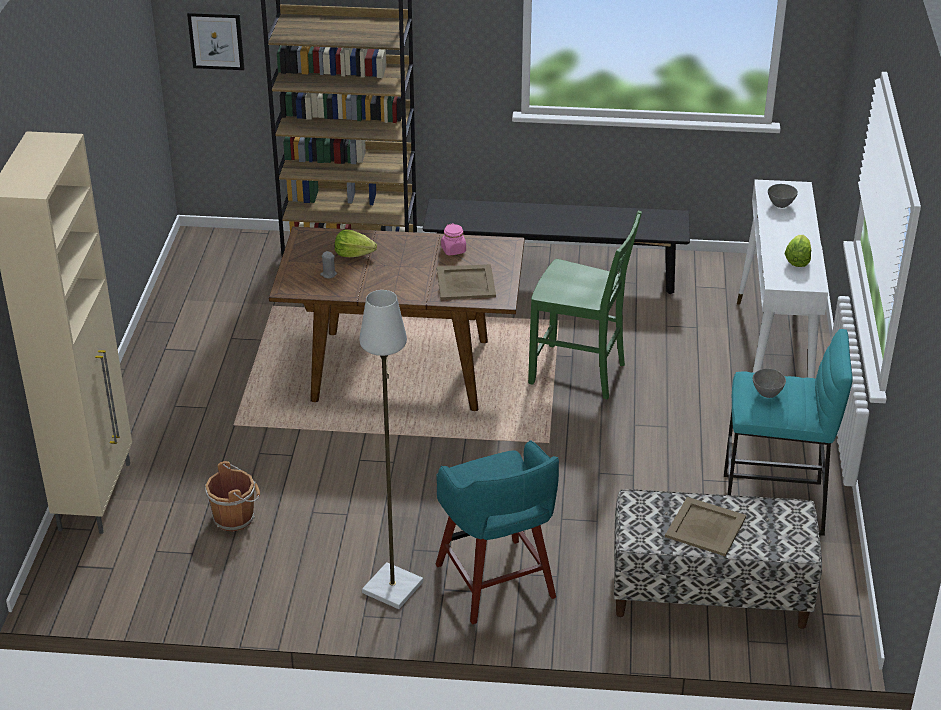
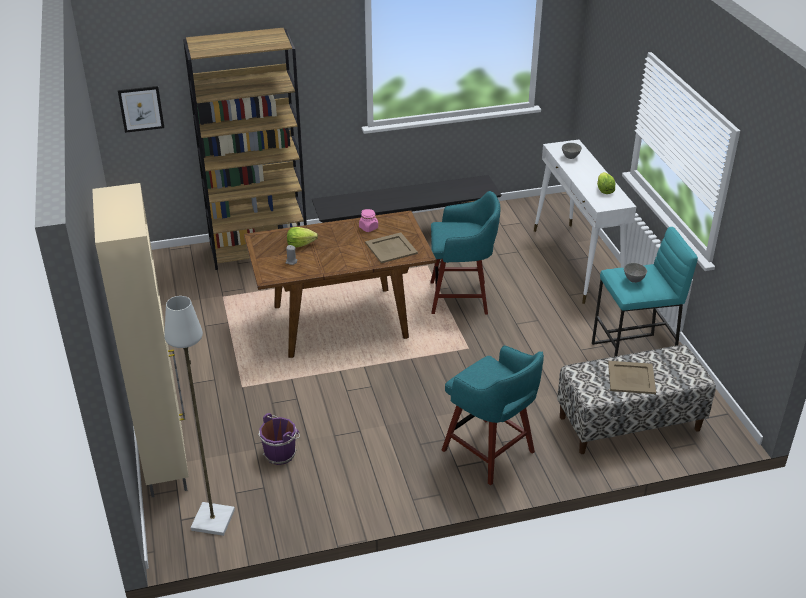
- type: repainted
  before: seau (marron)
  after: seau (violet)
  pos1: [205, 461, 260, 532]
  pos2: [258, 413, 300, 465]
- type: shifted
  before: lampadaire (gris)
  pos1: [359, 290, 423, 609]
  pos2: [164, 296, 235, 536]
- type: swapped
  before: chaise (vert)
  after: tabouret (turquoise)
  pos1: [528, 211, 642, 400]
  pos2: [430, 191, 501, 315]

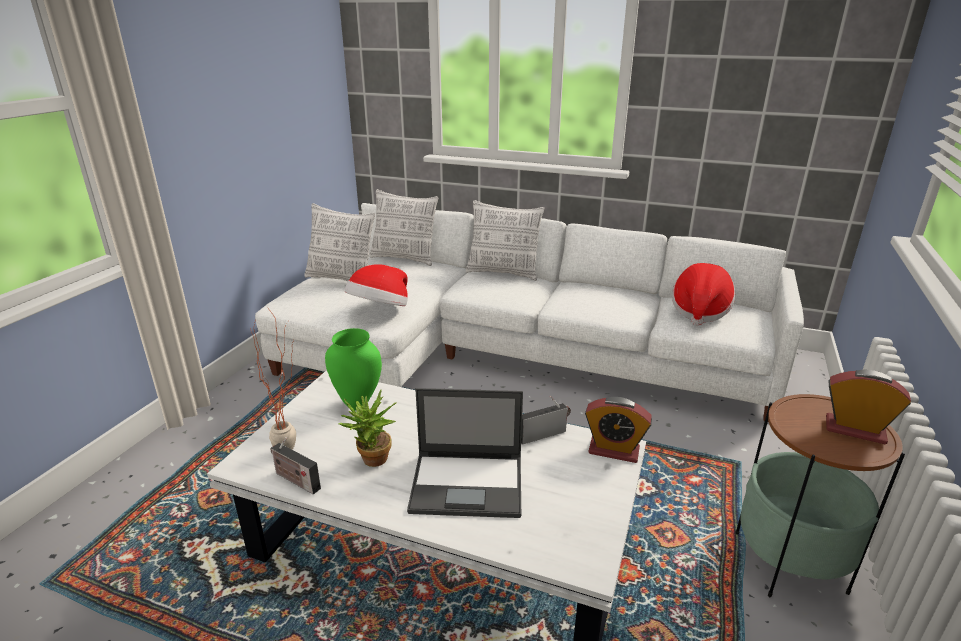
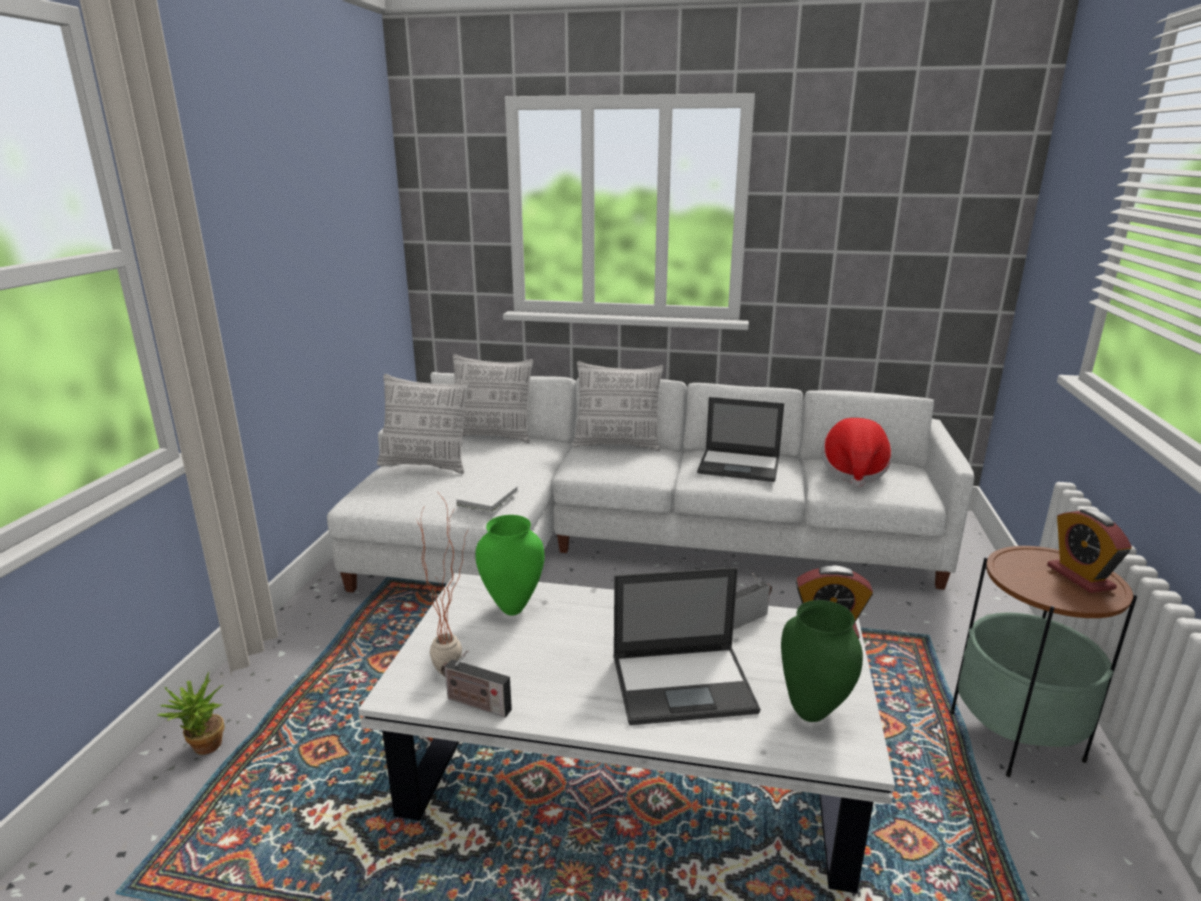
- type: shifted
  before: plante en pot
  pos1: [339, 390, 396, 467]
  pos2: [157, 672, 224, 755]
- type: swapped
  before: chapeau
  after: livre (blanc)
  pos1: [345, 264, 408, 306]
  pos2: [456, 479, 519, 513]
- type: rotated
  before: réveil
  pos1: [826, 370, 911, 444]
  pos2: [1047, 509, 1132, 593]
  turn: -120
- type: new
  after: ordinateur portable
  pos2: [697, 397, 784, 482]
- type: new
  after: vase (vert)
  pos2: [781, 600, 863, 722]

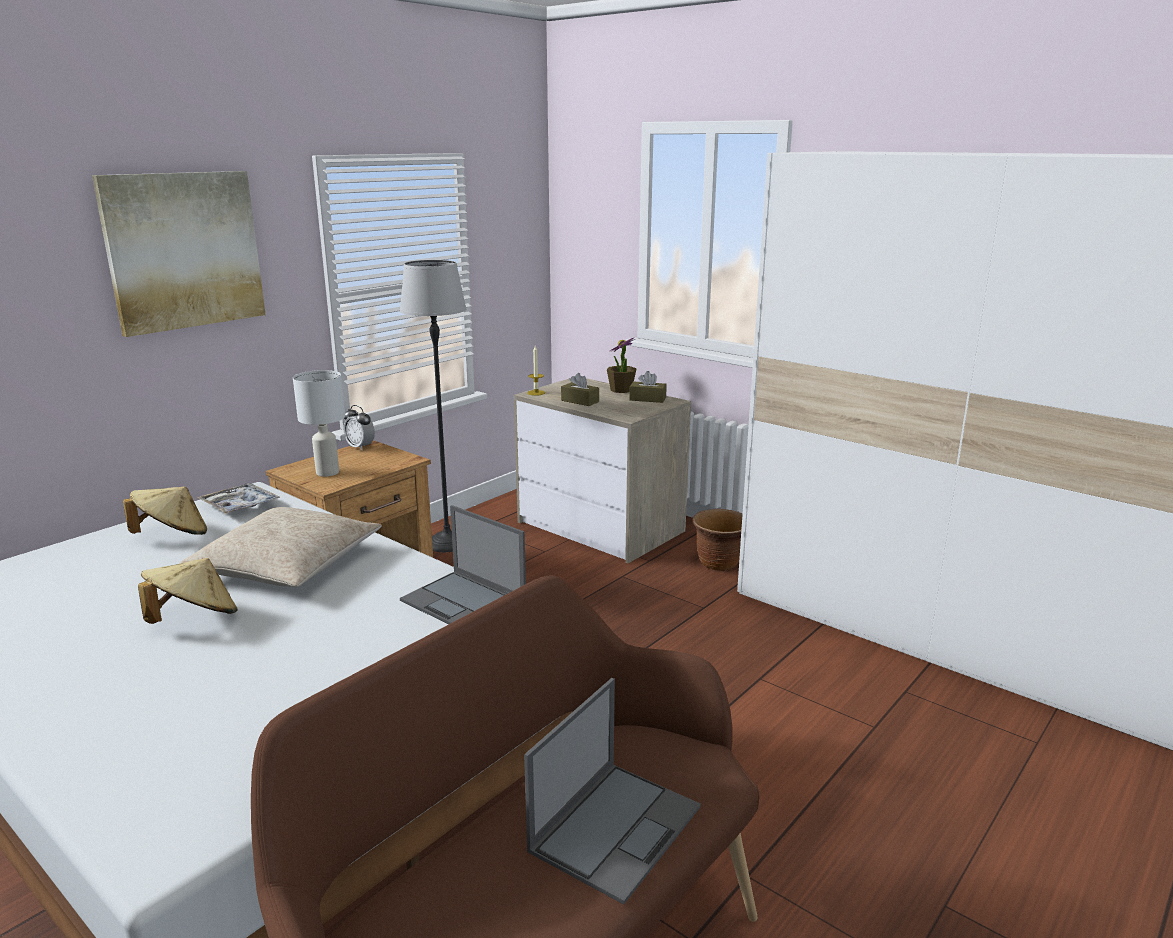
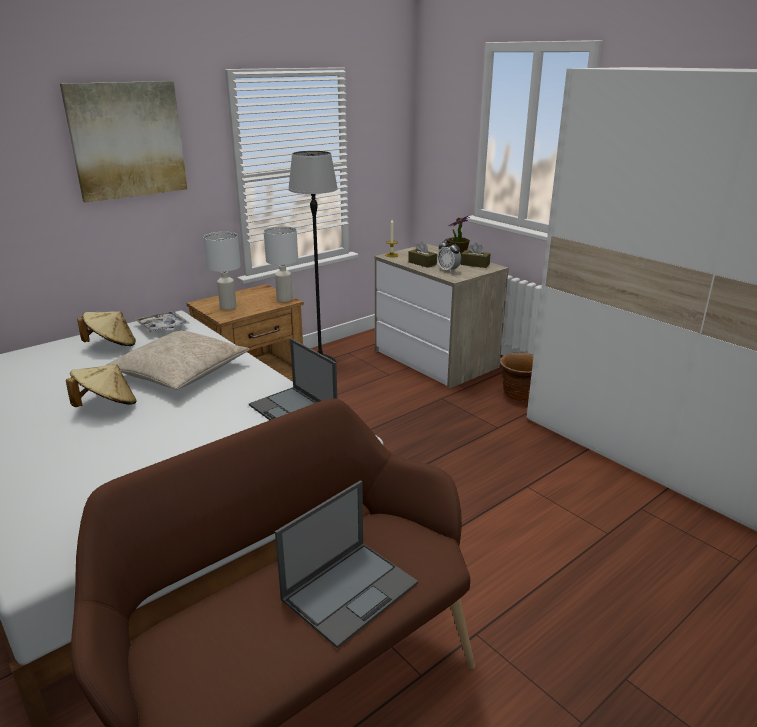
- type: shifted
  before: réveil
  pos1: [343, 405, 375, 451]
  pos2: [437, 238, 461, 273]
- type: new
  after: lampe de table (blanc)
  pos2: [264, 226, 298, 302]

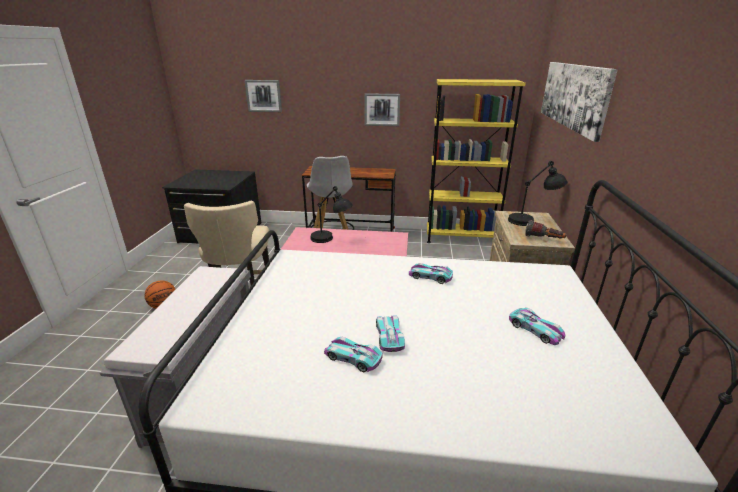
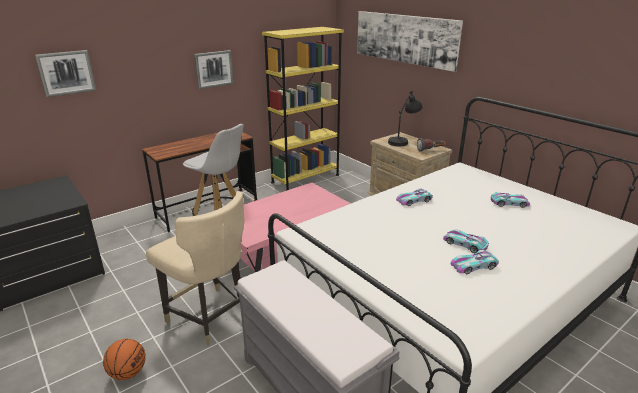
- type: gone
  before: lampe de table (noir)
  pos1: [310, 186, 353, 243]

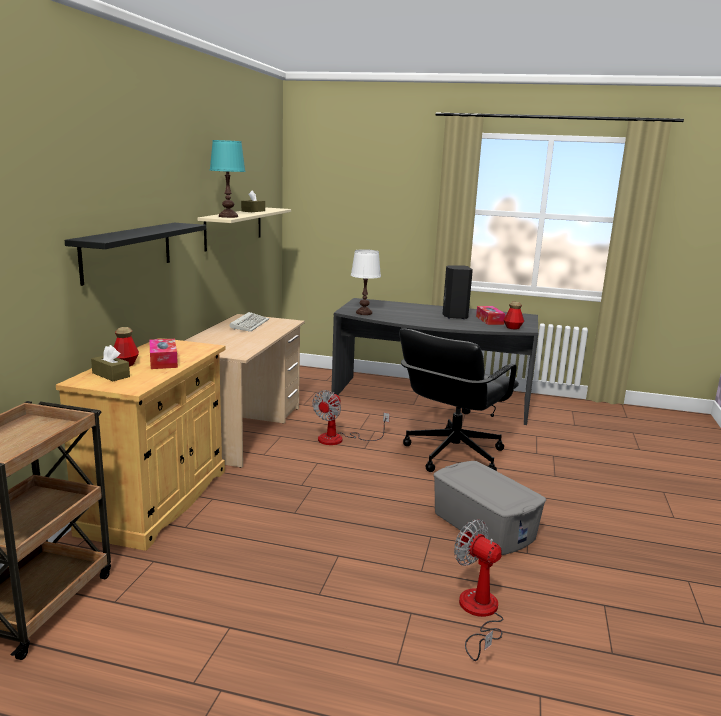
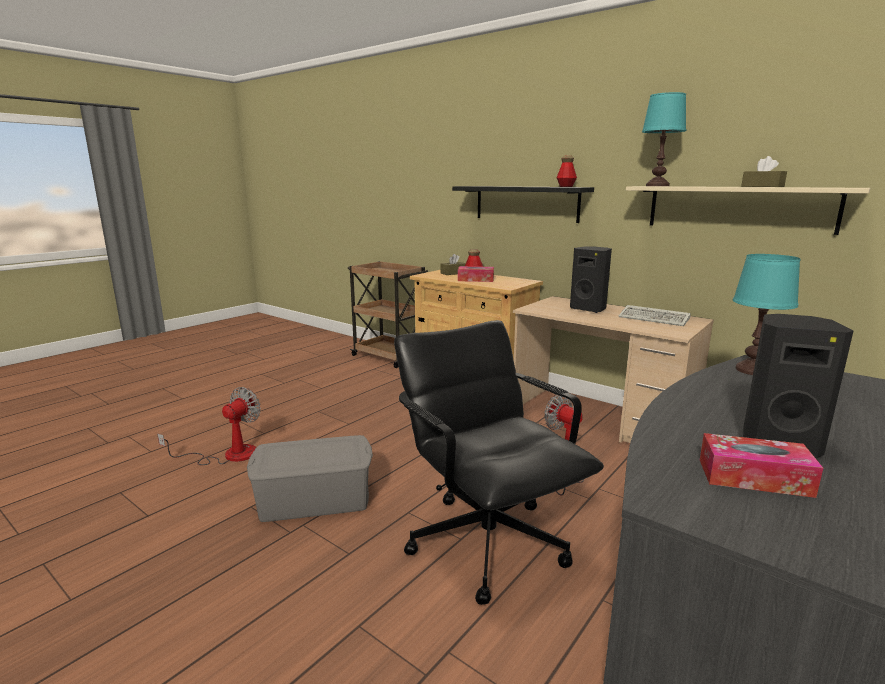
- type: repainted
  before: lampe de table (blanc)
  after: lampe de table (turquoise)
  pos1: [351, 249, 381, 315]
  pos2: [733, 254, 800, 375]
- type: rotated
  before: ventilateur
  pos1: [454, 519, 503, 661]
  pos2: [157, 387, 261, 465]
  turn: -45
- type: shifted
  before: bouteille
  pos1: [504, 302, 524, 329]
  pos2: [557, 156, 577, 187]
- type: new
  after: enceinte (noir)
  pos2: [570, 246, 612, 313]

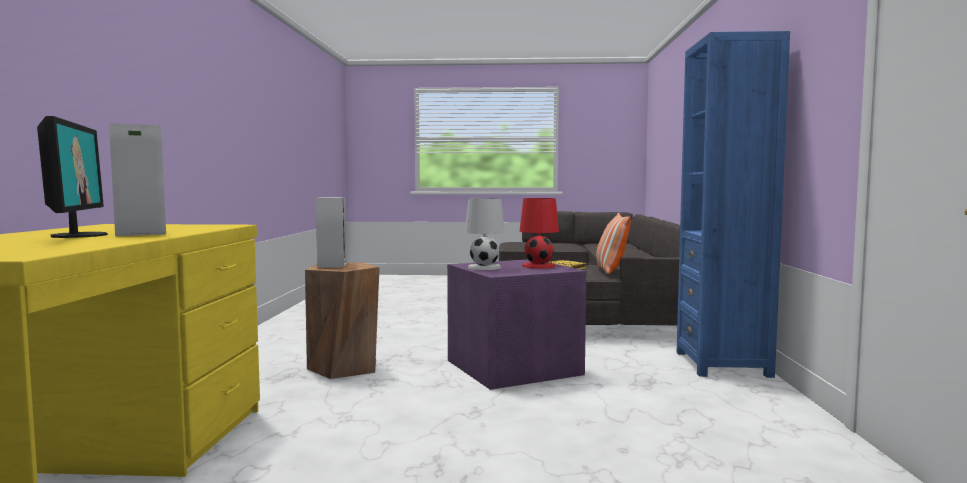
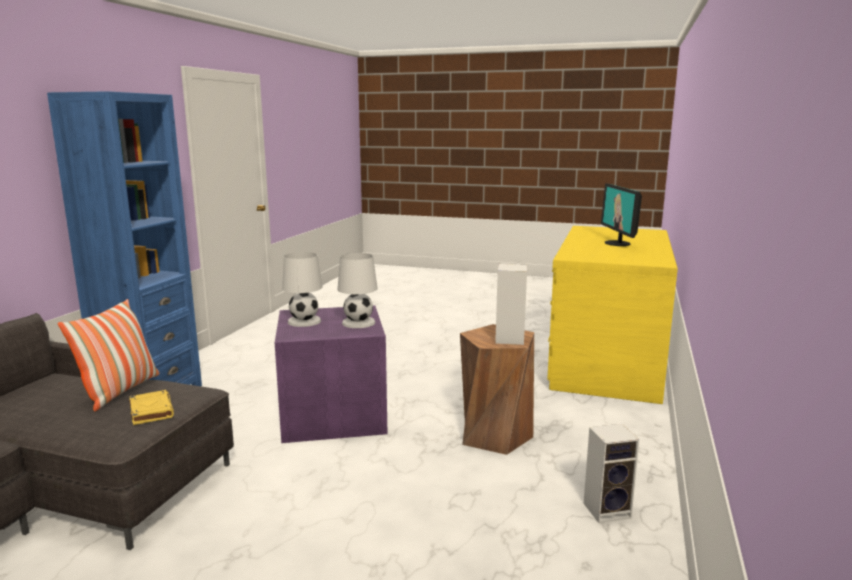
- type: shifted
  before: enceinte
  pos1: [109, 123, 166, 236]
  pos2: [584, 424, 639, 523]
- type: repainted
  before: lampe de table (rouge)
  after: lampe de table (blanc)
  pos1: [520, 198, 559, 269]
  pos2: [282, 252, 322, 327]

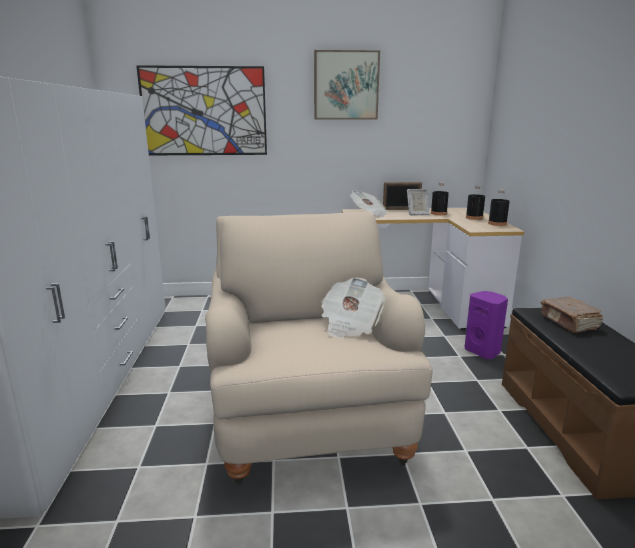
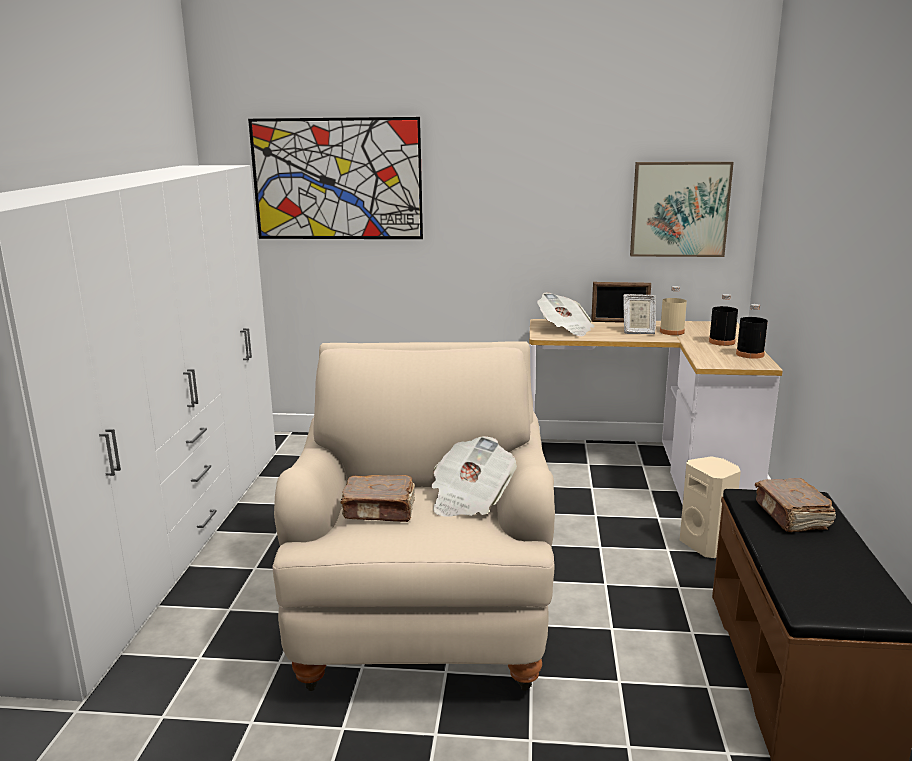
- type: shifted
  before: tableau
  pos1: [314, 50, 380, 119]
  pos2: [630, 162, 734, 257]
- type: repainted
  before: bouteille (noir)
  after: bouteille (beige)
  pos1: [431, 183, 449, 215]
  pos2: [660, 286, 687, 335]
- type: repainted
  before: enceinte (violet)
  after: enceinte (beige)
  pos1: [465, 291, 508, 359]
  pos2: [680, 456, 741, 558]
- type: new
  after: livre (marron)
  pos2: [340, 475, 416, 522]

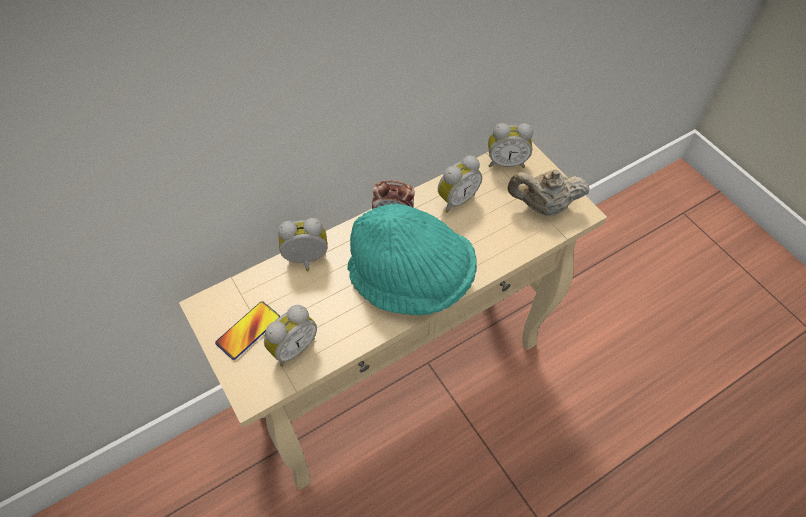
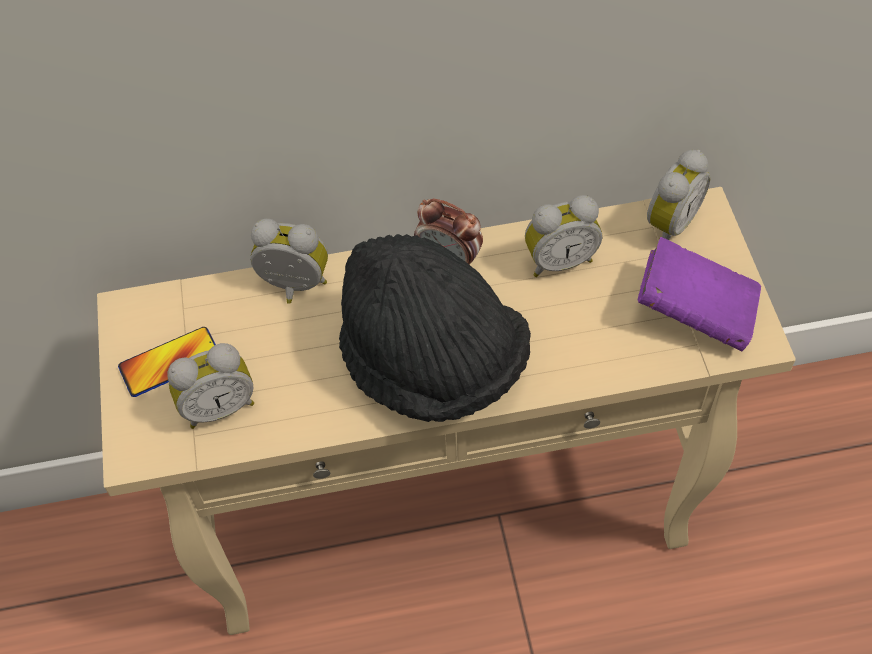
- type: repainted
  before: chapeau (turquoise)
  after: chapeau (noir)
  pos1: [347, 204, 477, 315]
  pos2: [339, 234, 531, 422]
- type: rotated
  before: réveil
  pos1: [488, 123, 533, 168]
  pos2: [647, 150, 710, 240]
  turn: -75
- type: swapped
  before: théière (beige)
  after: livre (violet)
  pos1: [508, 169, 590, 215]
  pos2: [638, 237, 761, 351]

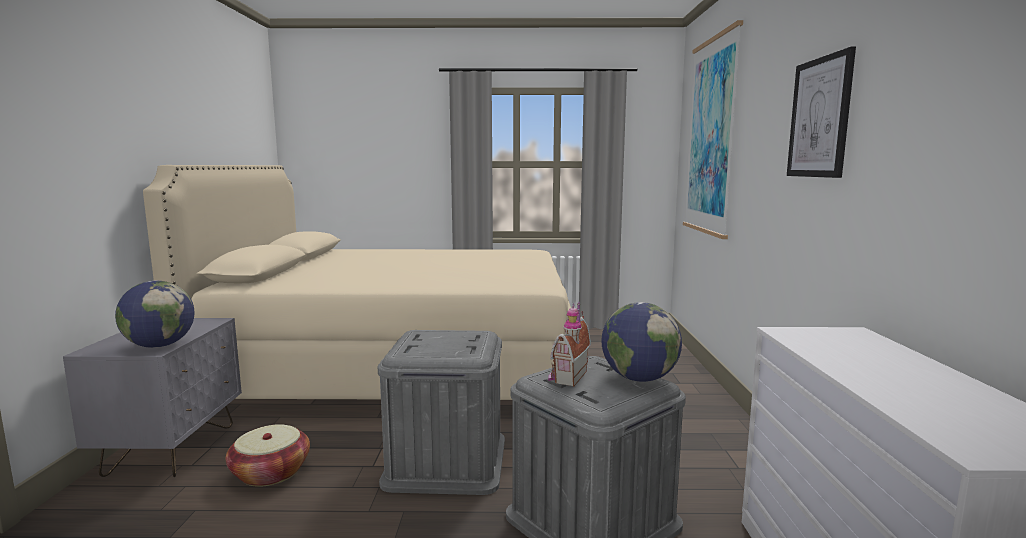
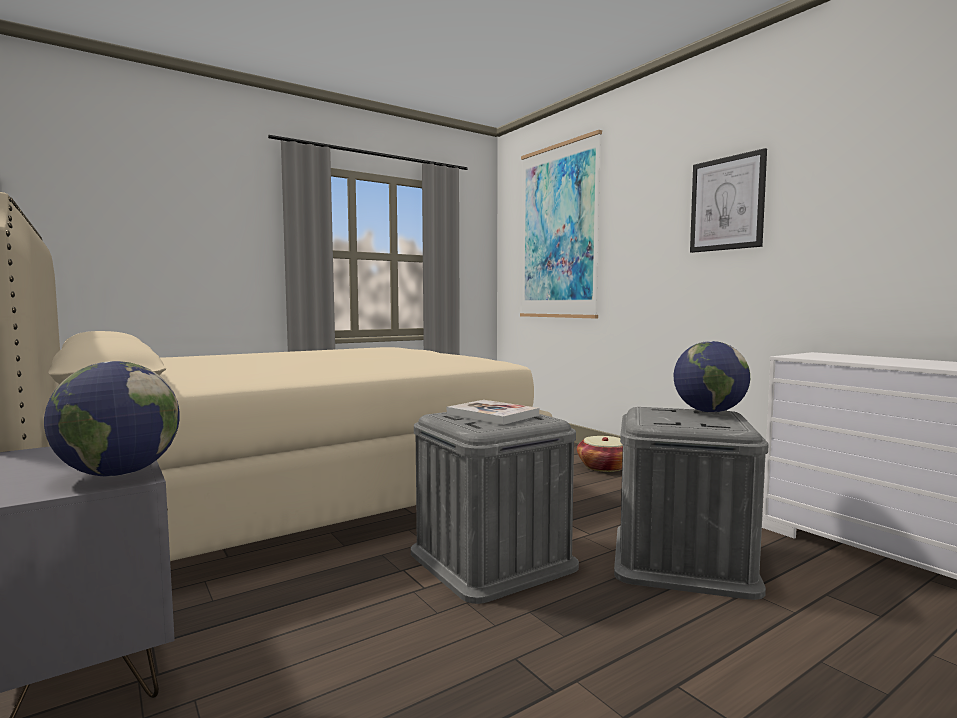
- type: shifted
  before: panier
  pos1: [226, 424, 310, 487]
  pos2: [577, 436, 623, 472]
- type: gone
  before: maison miniature
  pos1: [548, 302, 591, 387]
- type: new
  after: livre
  pos2: [447, 400, 539, 425]

